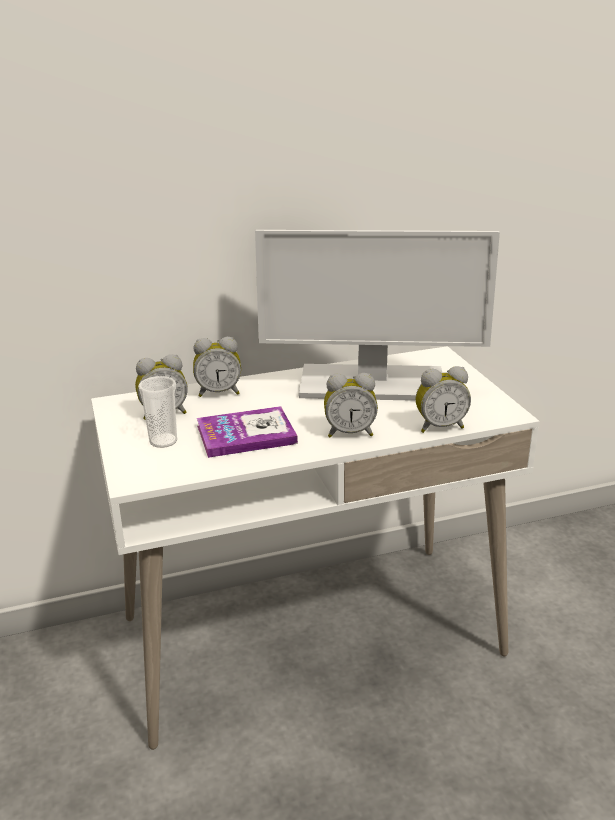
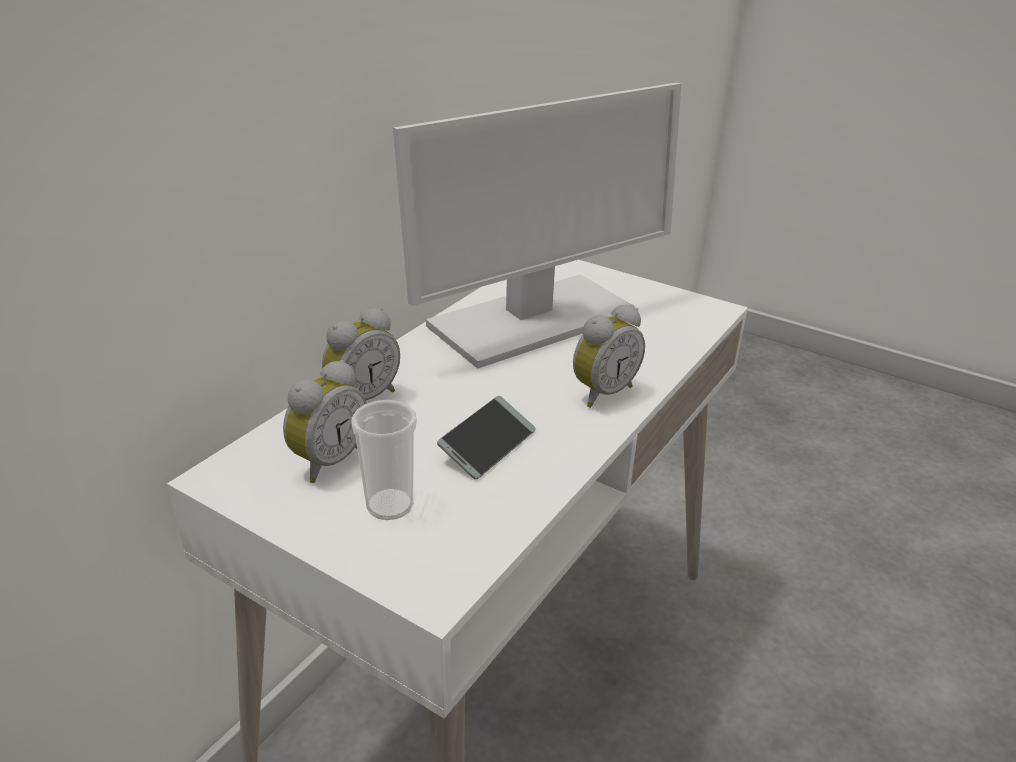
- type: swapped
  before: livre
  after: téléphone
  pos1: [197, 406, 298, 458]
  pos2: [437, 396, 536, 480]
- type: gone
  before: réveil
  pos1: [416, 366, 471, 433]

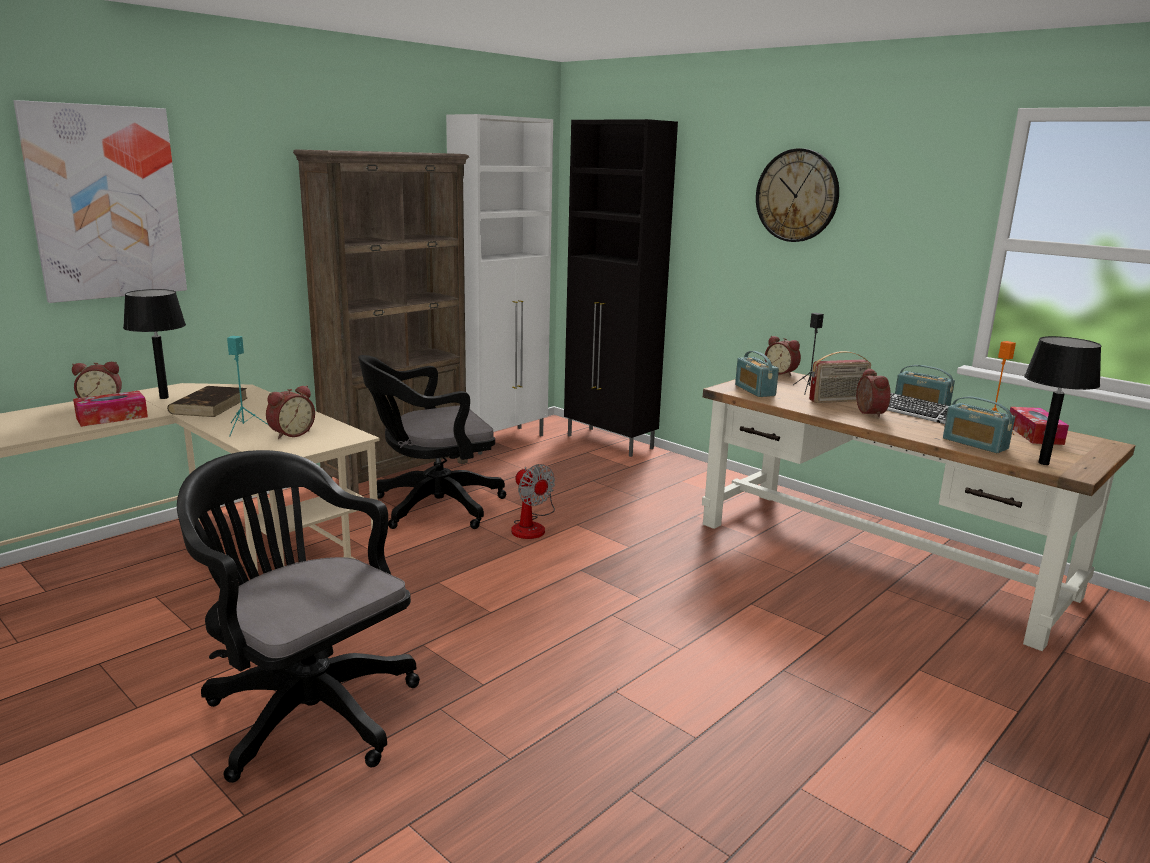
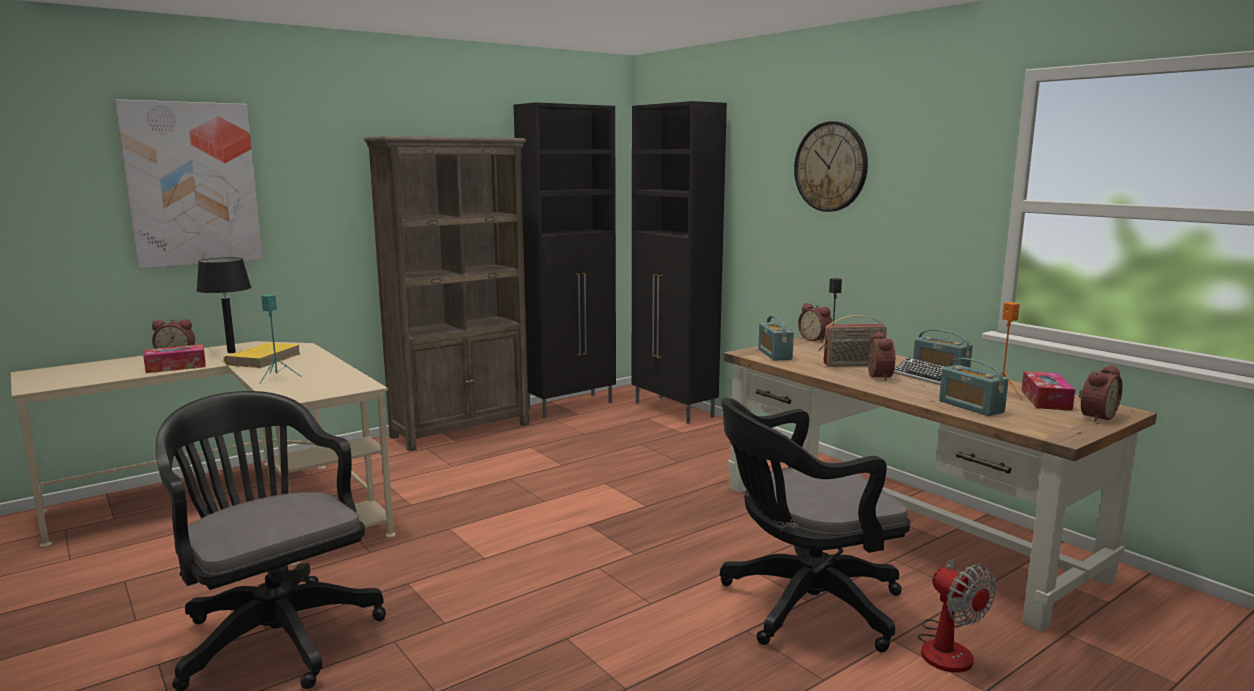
- type: repainted
  before: livre (marron)
  after: livre (jaune)
  pos1: [167, 386, 247, 417]
  pos2: [223, 342, 301, 368]
- type: shifted
  before: réveil
  pos1: [266, 385, 315, 439]
  pos2: [1079, 365, 1123, 422]
- type: shifted
  before: chaise de bureau (noir)
  pos1: [358, 355, 506, 529]
  pos2: [720, 398, 910, 653]
- type: repainted
  before: meuble de rangement (blanc)
  after: meuble de rangement (noir)
  pos1: [446, 114, 553, 455]
  pos2: [514, 102, 616, 418]
- type: shifted
  before: ventilateur
  pos1: [511, 464, 555, 539]
  pos2: [918, 559, 996, 673]
- type: gone
  before: lampe de table (noir)
  pos1: [1024, 336, 1101, 465]

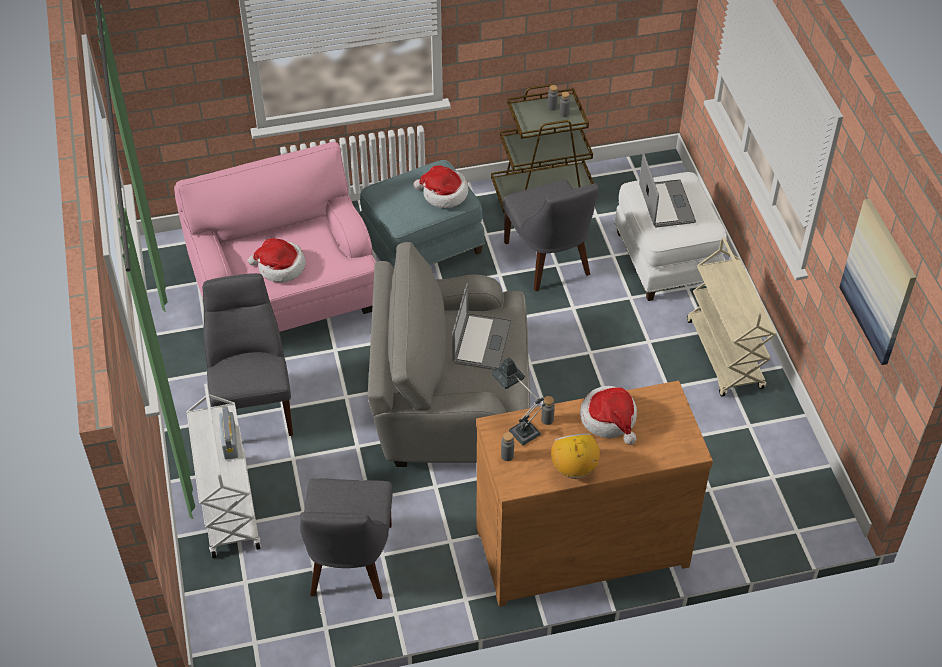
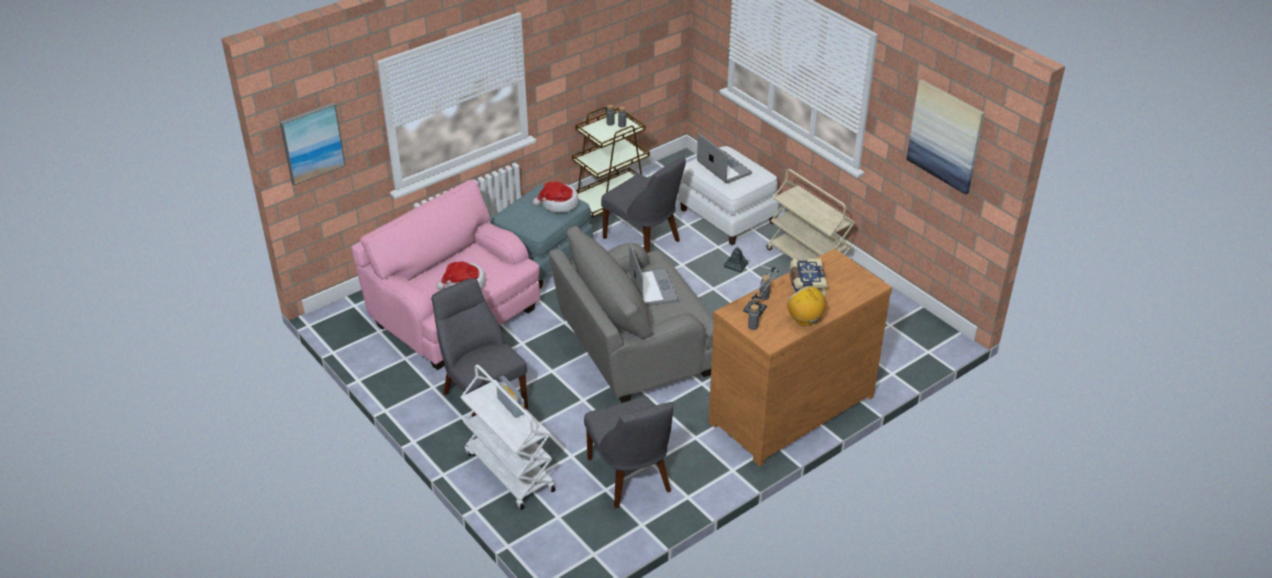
- type: swapped
  before: chapeau
  after: livre
  pos1: [580, 386, 637, 445]
  pos2: [790, 259, 827, 296]
- type: new
  after: tableau
  pos2: [280, 102, 346, 185]

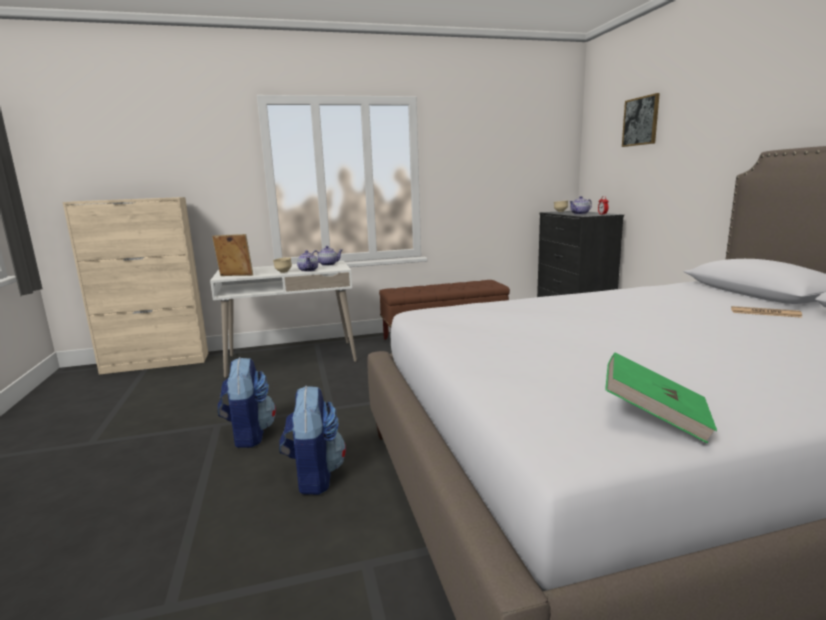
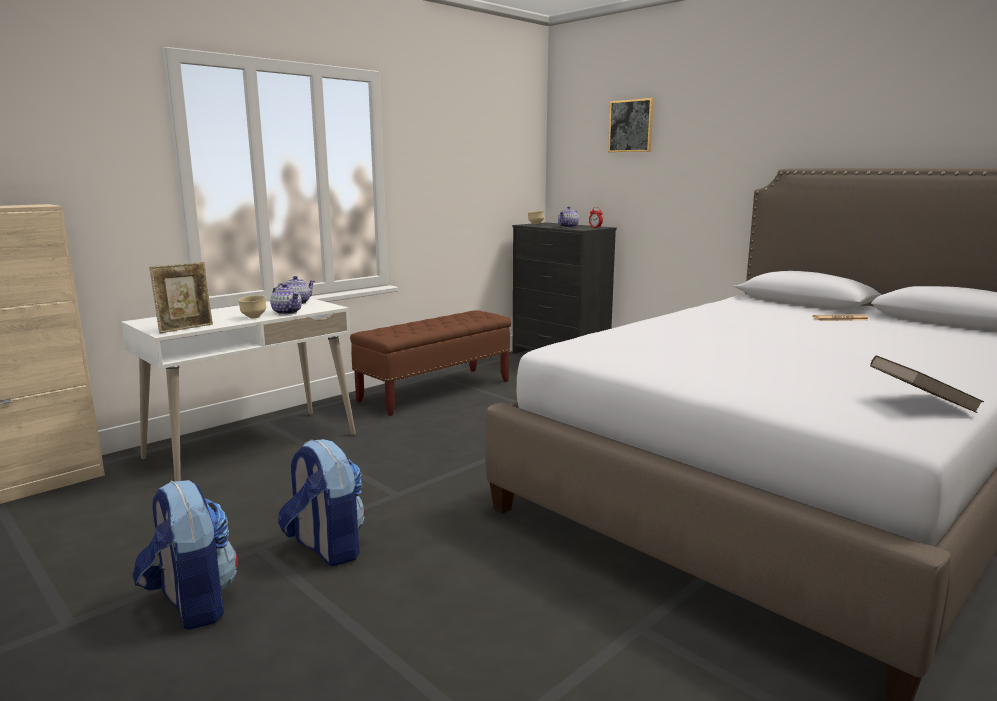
- type: rotated
  before: cadre photo
  pos1: [212, 234, 253, 276]
  pos2: [149, 262, 213, 333]
  turn: 150
- type: shifted
  before: sac à dos
  pos1: [279, 385, 346, 495]
  pos2: [132, 480, 238, 630]
- type: repainted
  before: livre (vert)
  after: livre (marron)
  pos1: [605, 353, 717, 443]
  pos2: [870, 355, 984, 413]

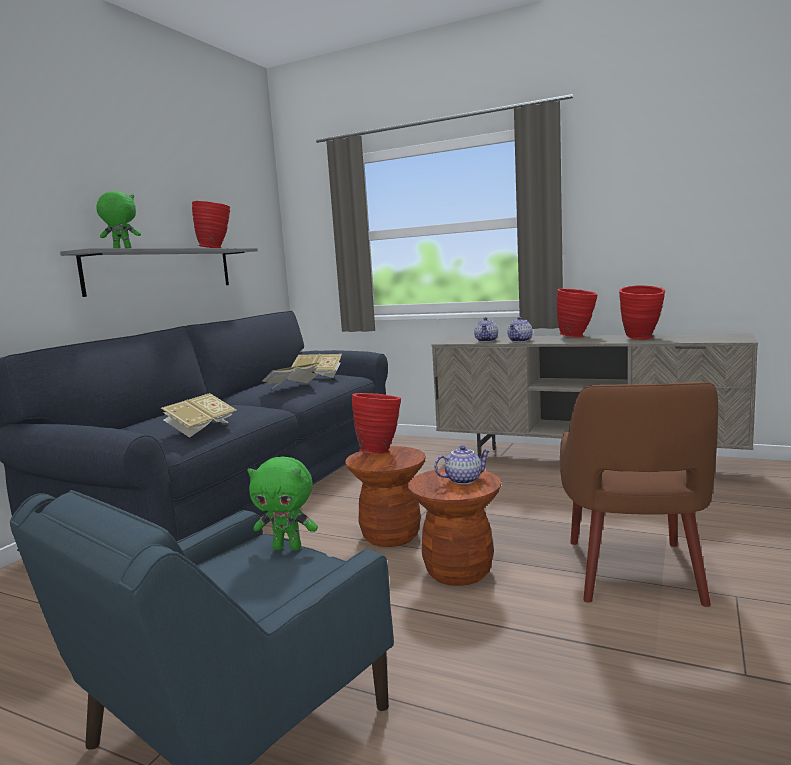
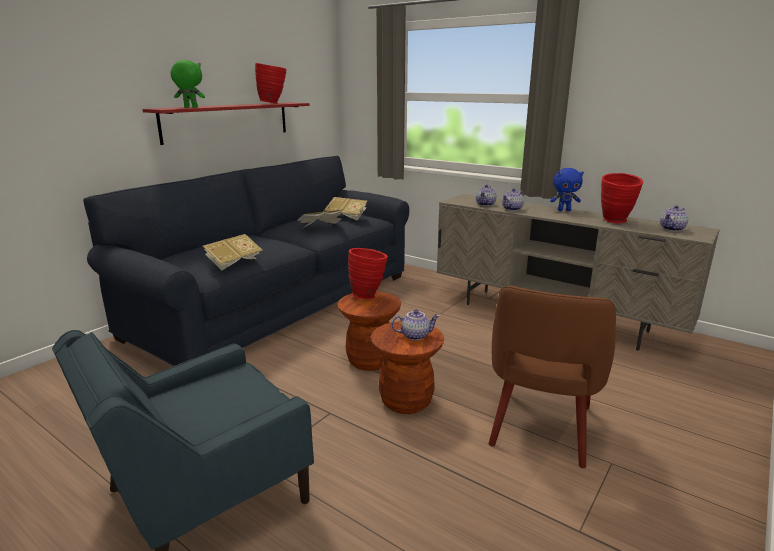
- type: repainted
  before: étagère (gris)
  after: étagère (rouge)
  pos1: [60, 248, 258, 297]
  pos2: [143, 103, 310, 145]
- type: gone
  before: peluche (vert)
  pos1: [248, 456, 318, 551]
- type: swapped
  before: vase (rouge)
  after: peluche (bleu)
  pos1: [557, 288, 598, 338]
  pos2: [550, 168, 584, 211]
- type: new
  after: théière
  pos2: [660, 205, 688, 231]

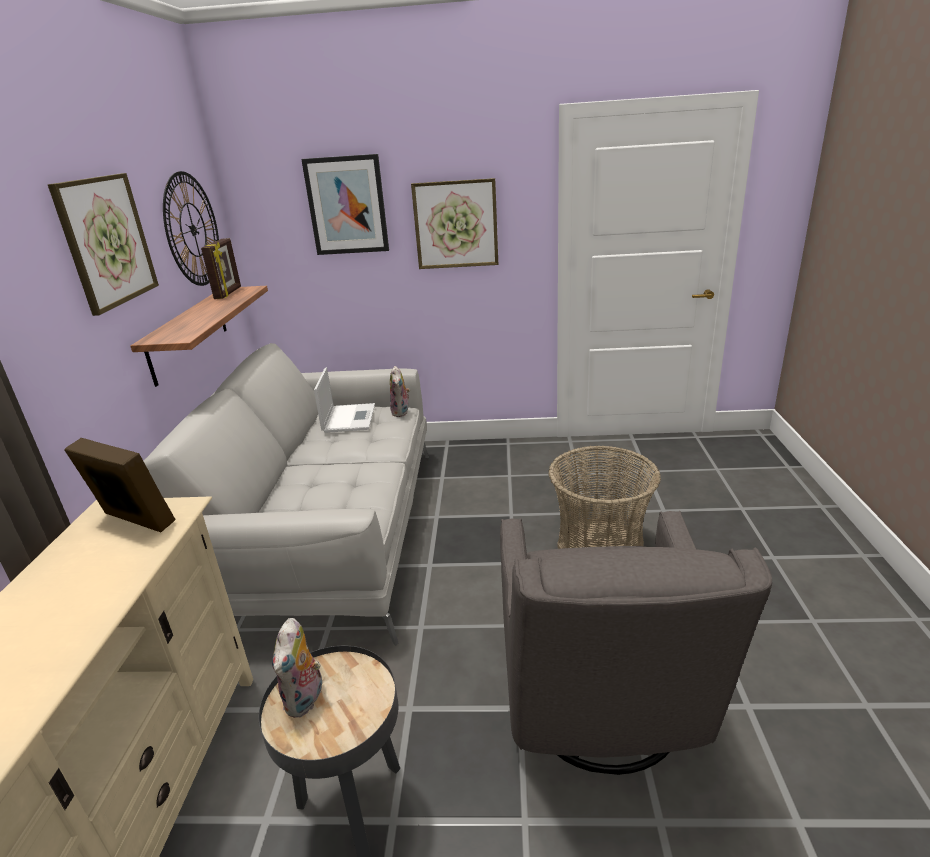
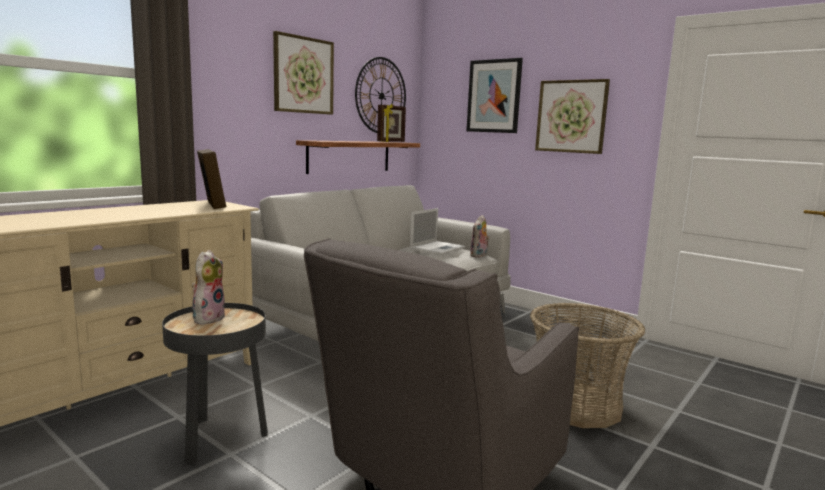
- type: rotated
  before: peluche
  pos1: [272, 618, 325, 718]
  pos2: [192, 250, 226, 324]
  turn: 150

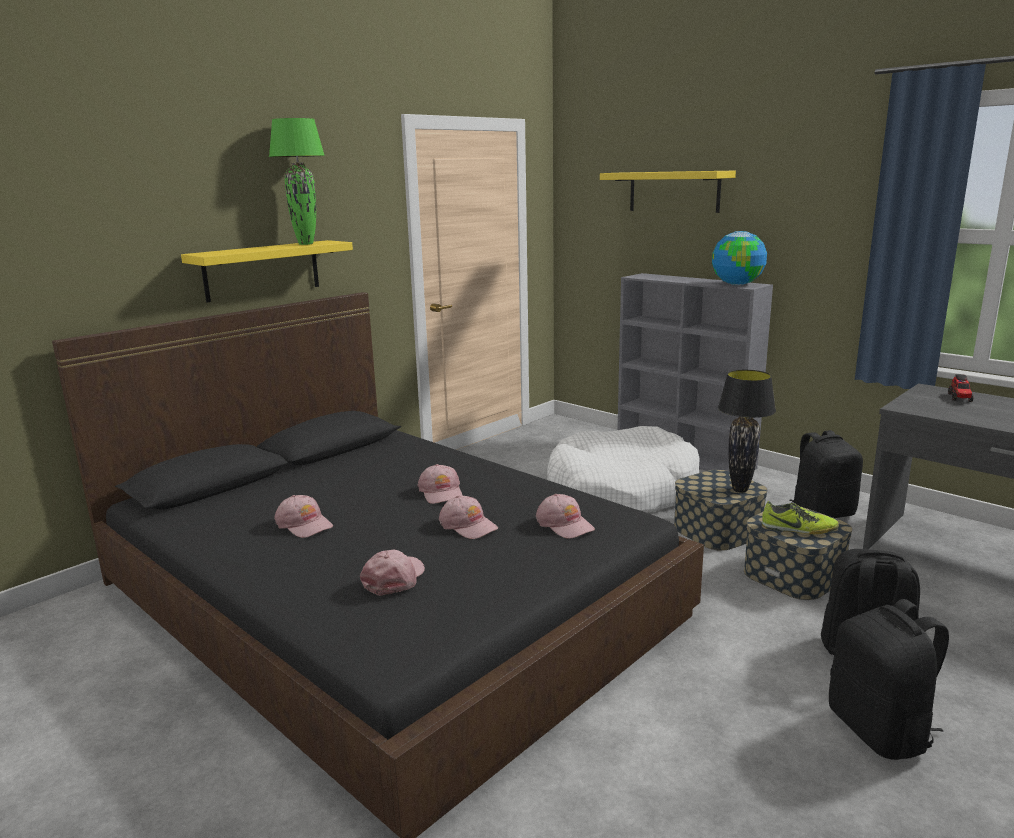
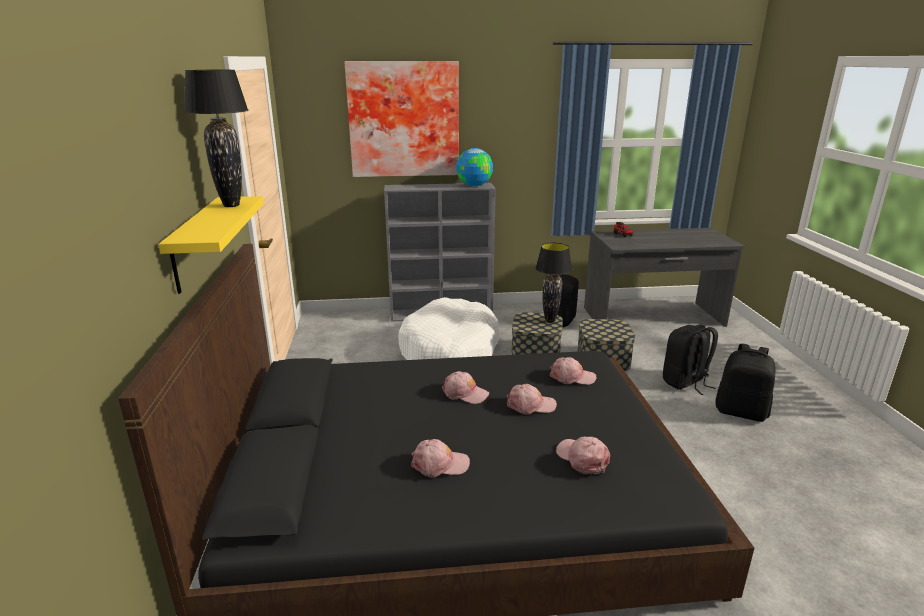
- type: repainted
  before: lampe de table (vert)
  after: lampe de table (noir)
  pos1: [269, 118, 325, 245]
  pos2: [184, 70, 249, 207]
- type: swapped
  before: étagère (jaune)
  after: tableau
  pos1: [600, 171, 736, 213]
  pos2: [344, 61, 459, 177]
- type: gone
  before: chaussure
  pos1: [761, 501, 839, 534]

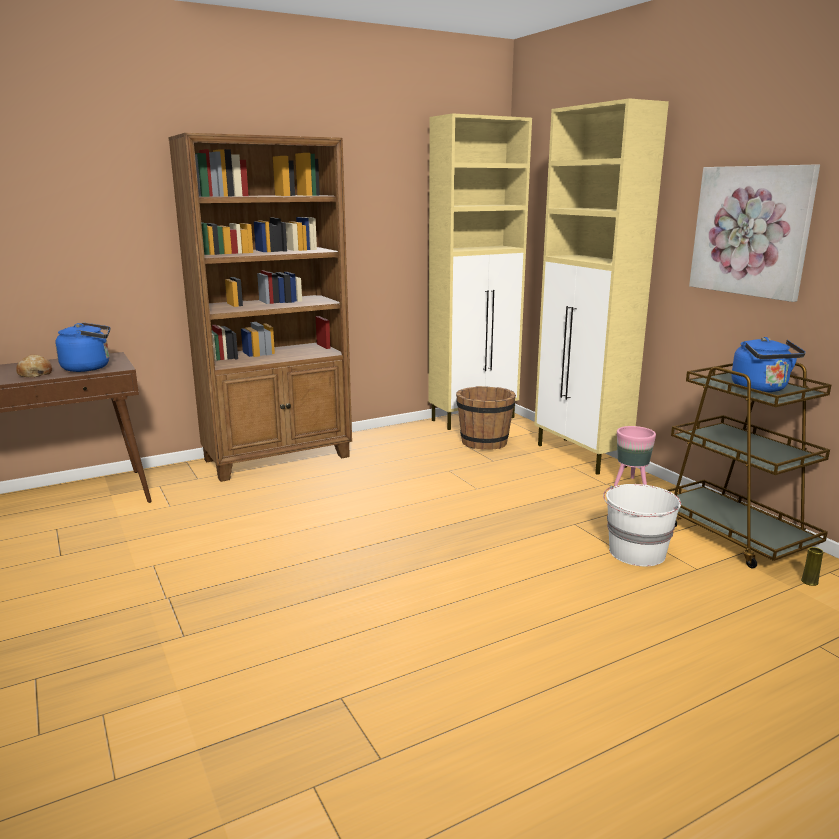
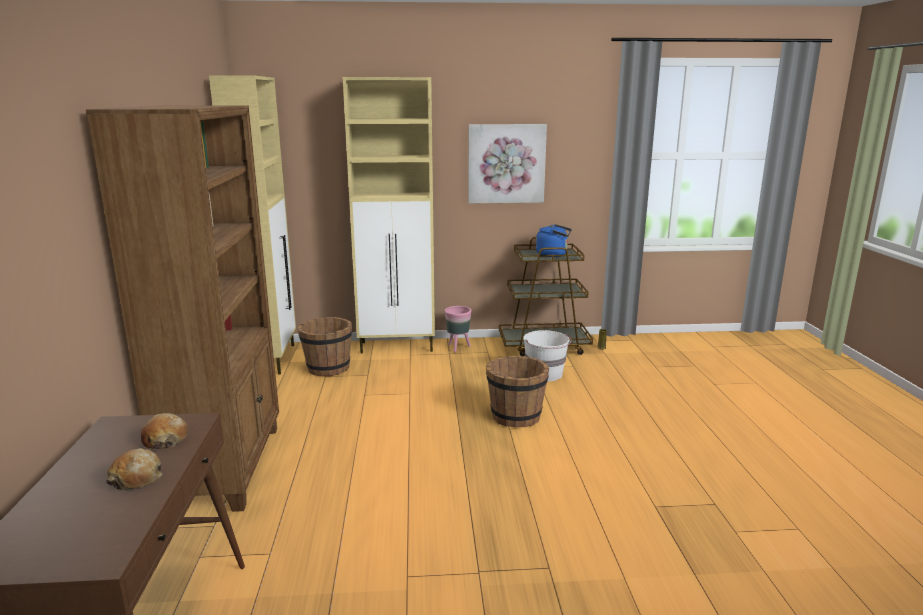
- type: swapped
  before: bouilloire (bleu)
  after: pain
  pos1: [55, 322, 110, 372]
  pos2: [141, 413, 187, 449]
- type: new
  after: seau (marron)
  pos2: [486, 356, 549, 427]

